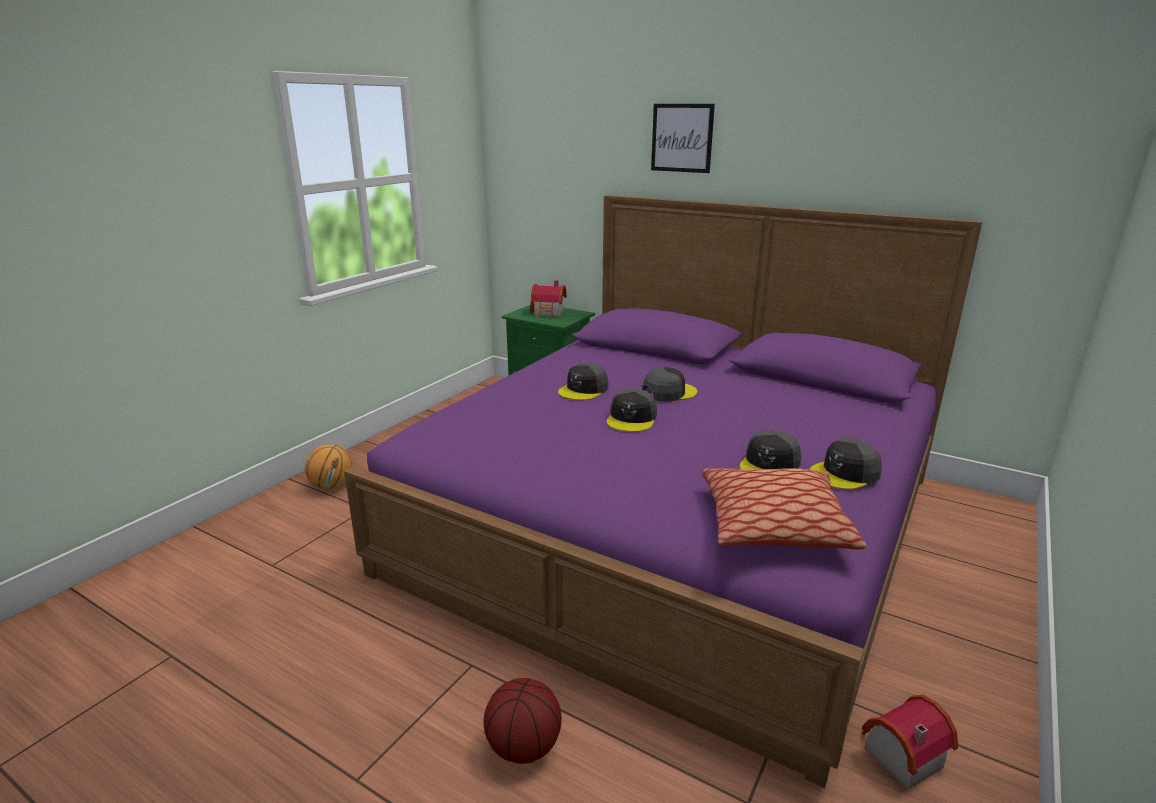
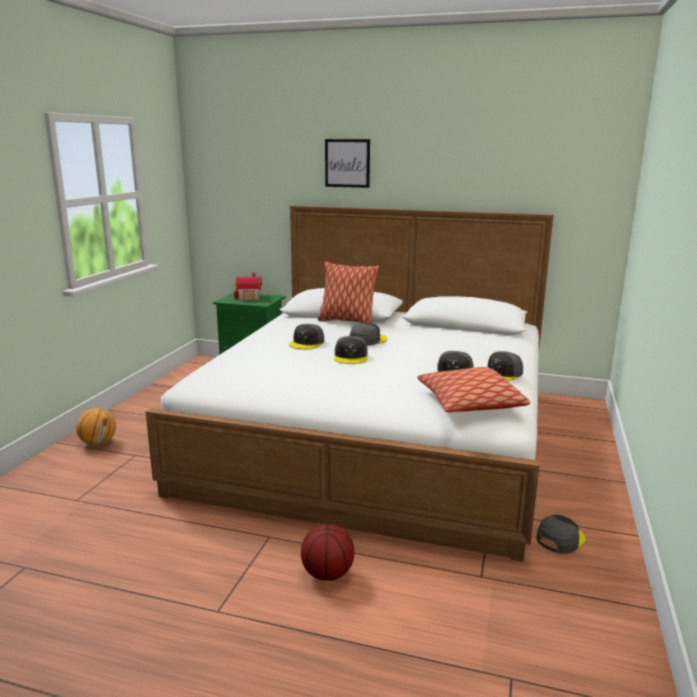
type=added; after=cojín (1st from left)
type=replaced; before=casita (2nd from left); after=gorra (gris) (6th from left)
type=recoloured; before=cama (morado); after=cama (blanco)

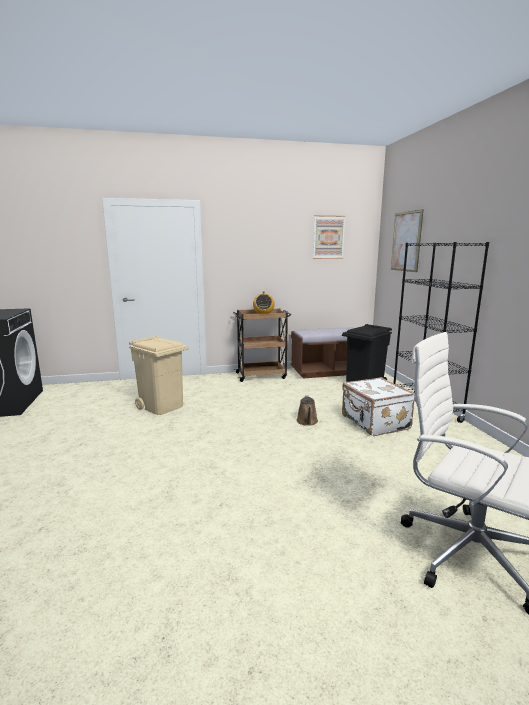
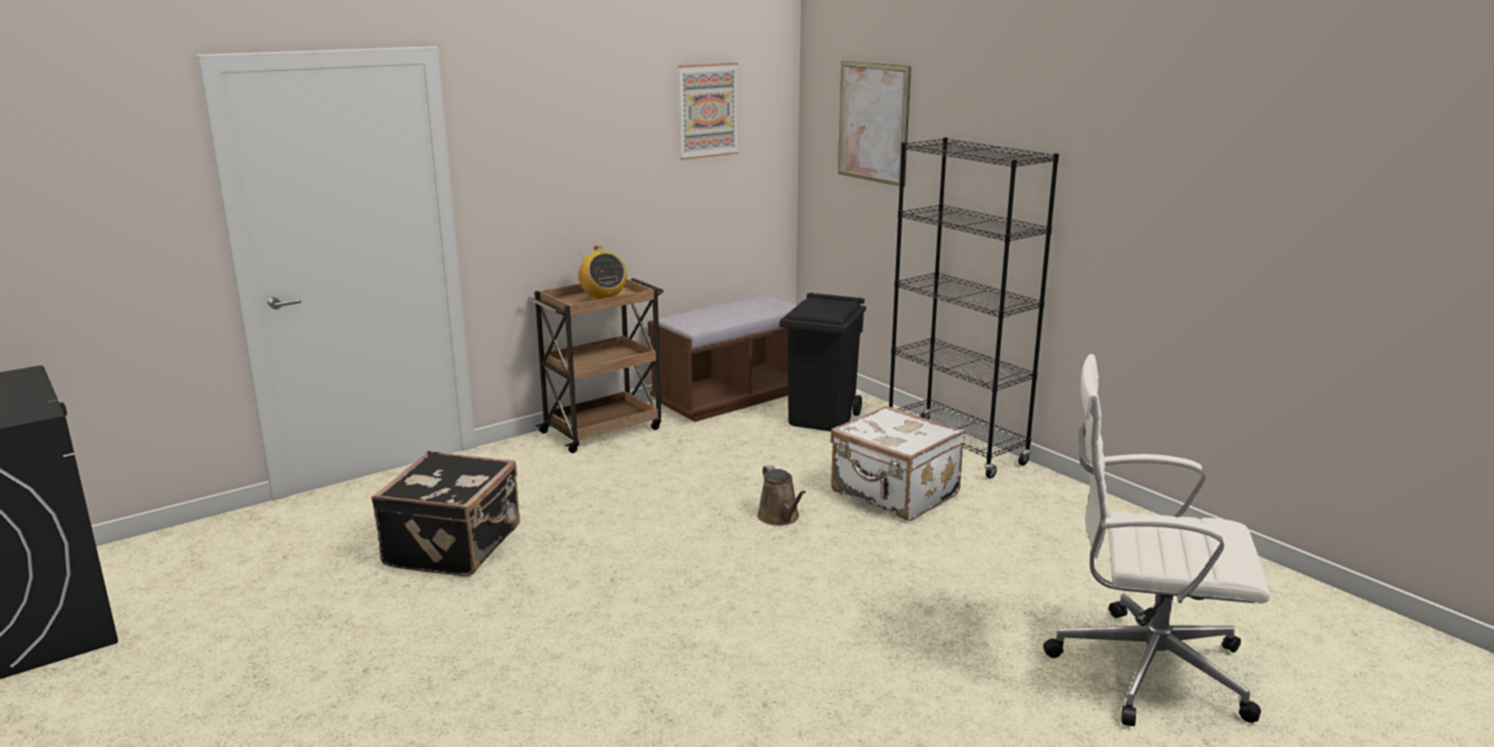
type=replaced; before=papelera (beis); after=maleta (negro)

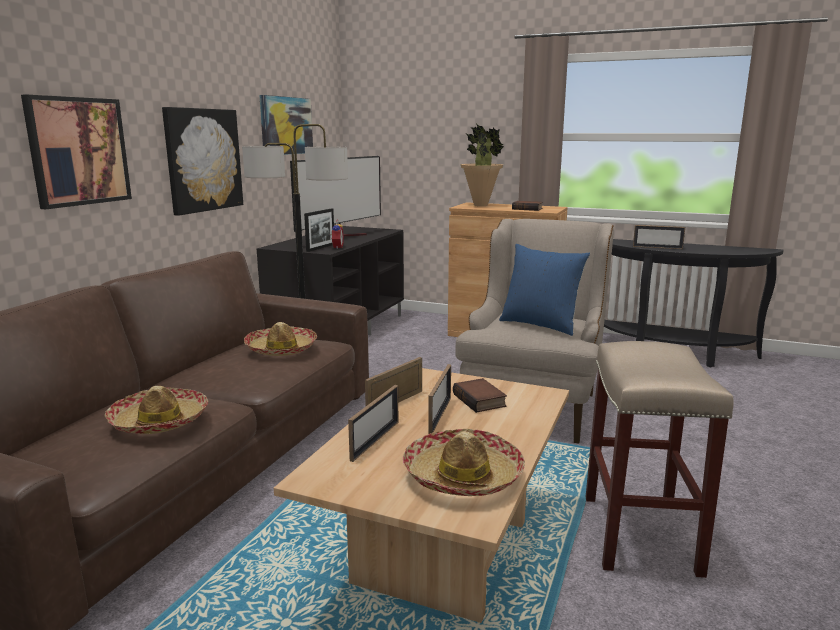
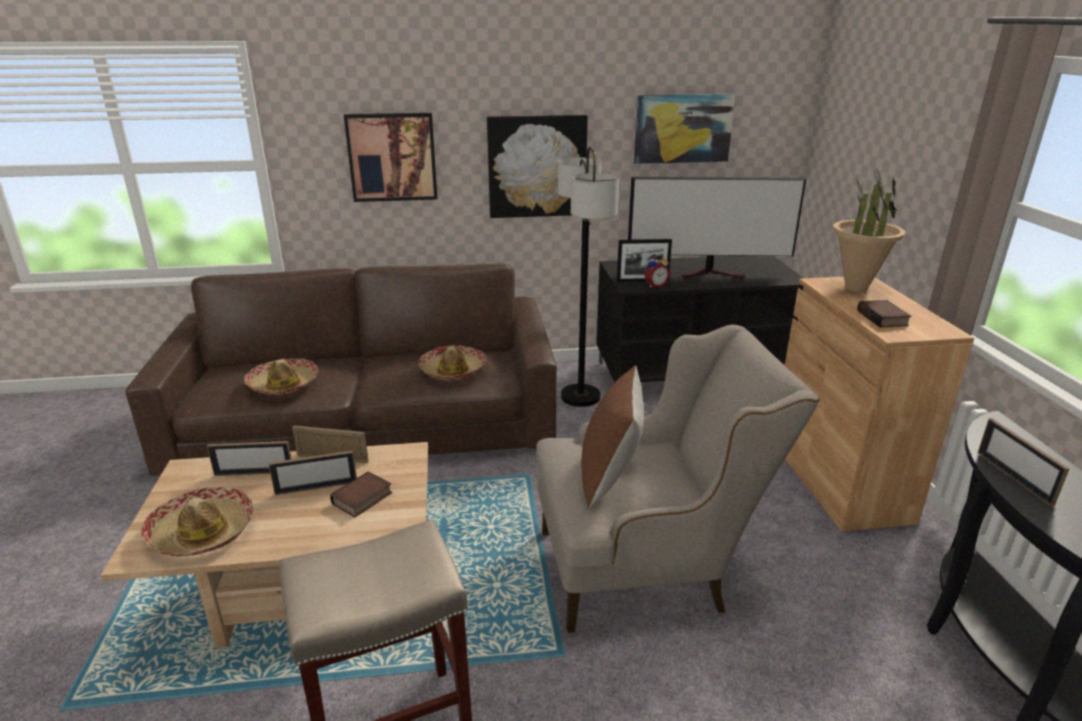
type=recoloured; before=cojín (azul); after=cojín (marrón)

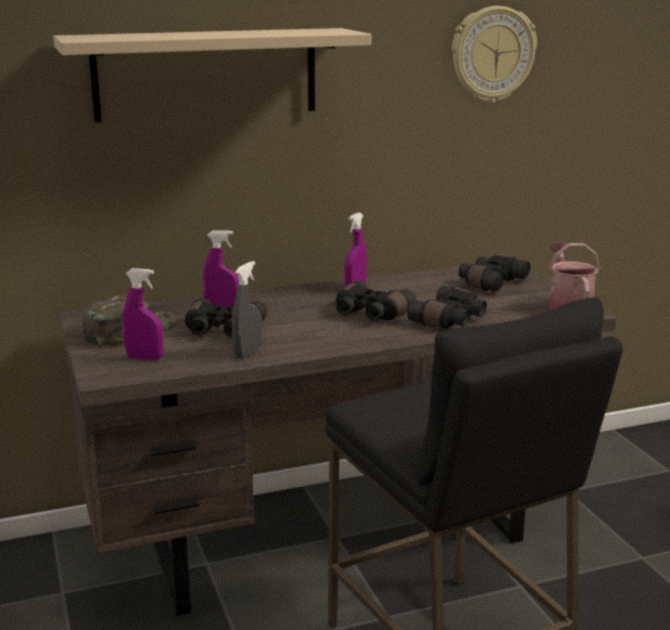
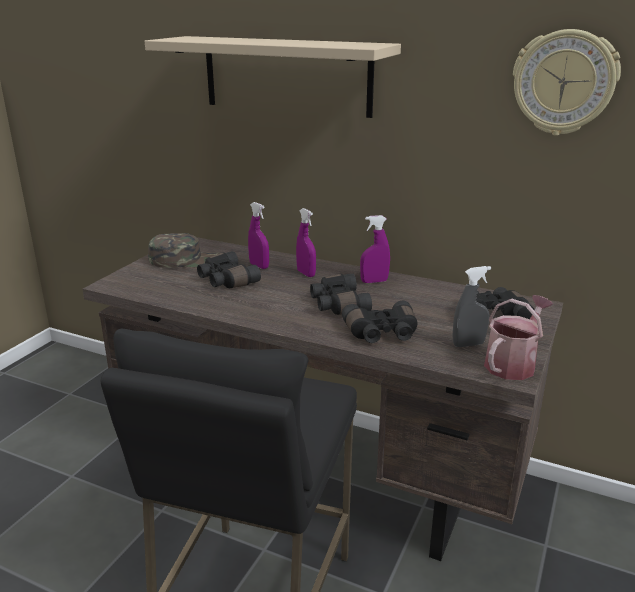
type=moved; before=pulverizador (morado) (1st from left in the first image); after=pulverizador (morado) (2nd from left)
type=moved; before=pulverizador (gris)

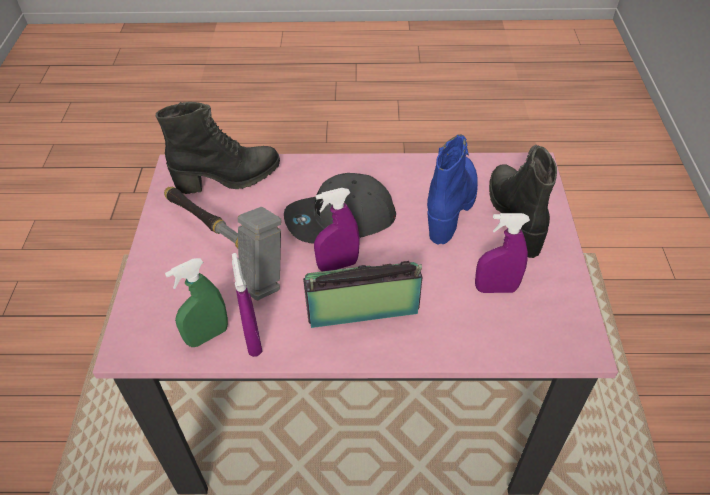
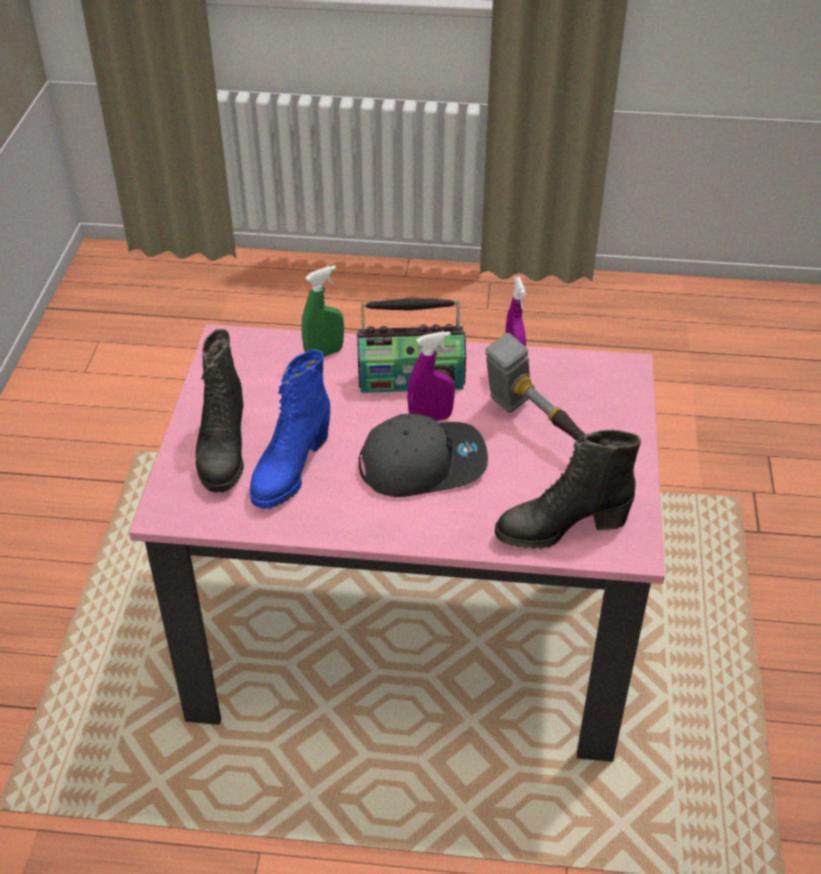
type=removed; before=pulverizador (morado) (3rd from left)
type=moved; before=pulverizador (verde)

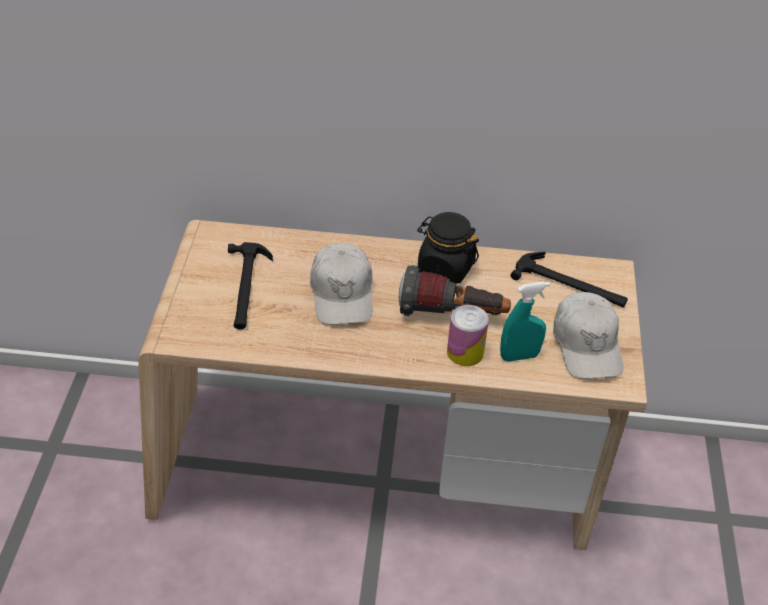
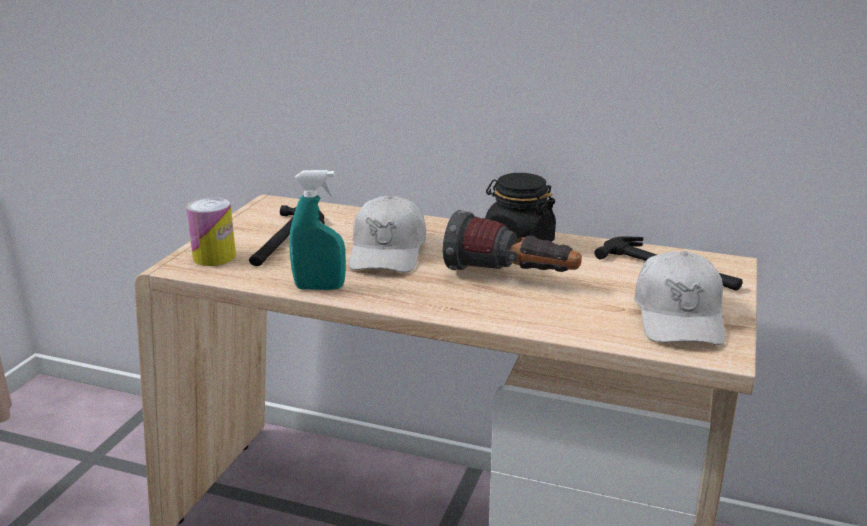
type=moved; before=lata
type=moved; before=pulverizador (turquesa)

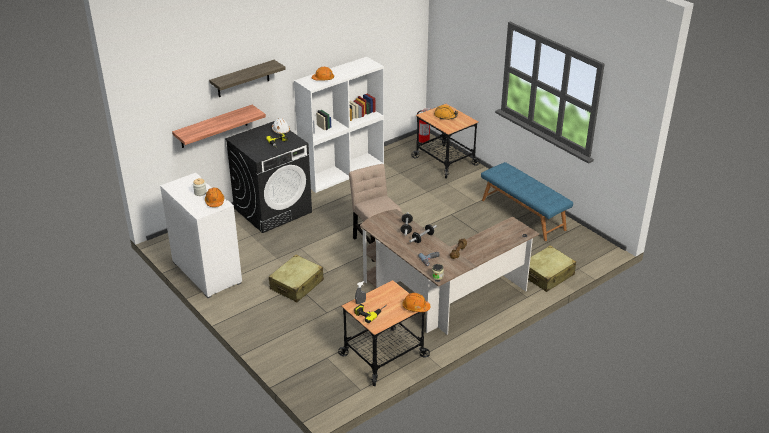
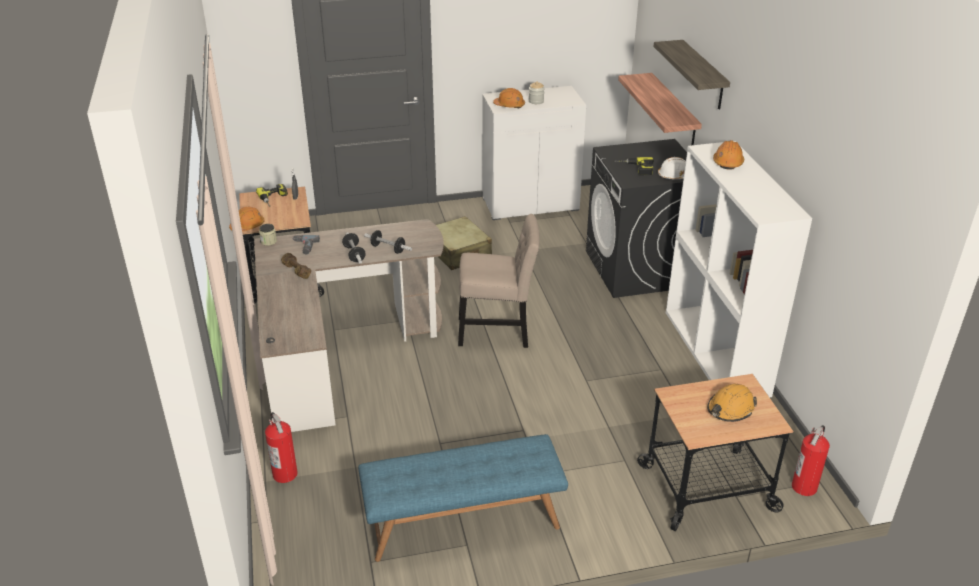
type=replaced; before=maleta (beis) (2nd from left); after=extintor (1st from left)

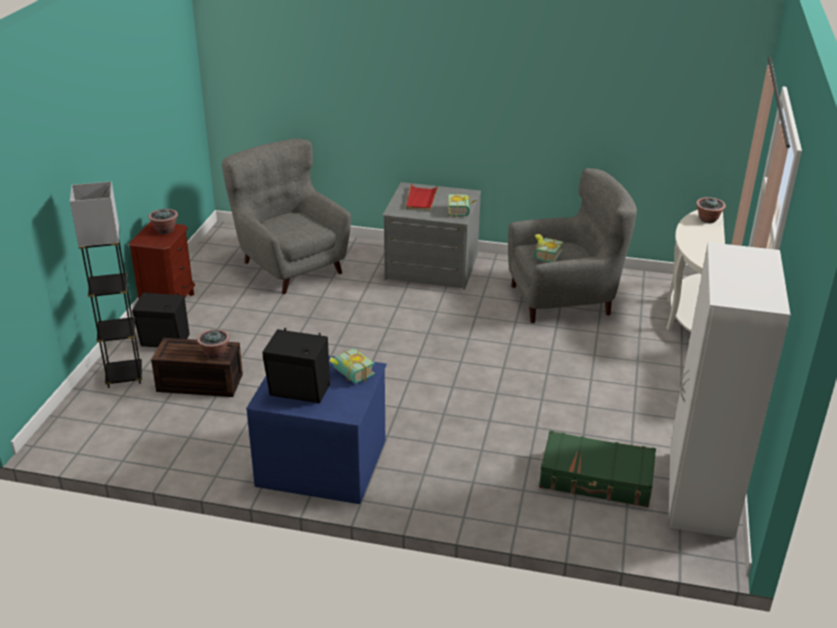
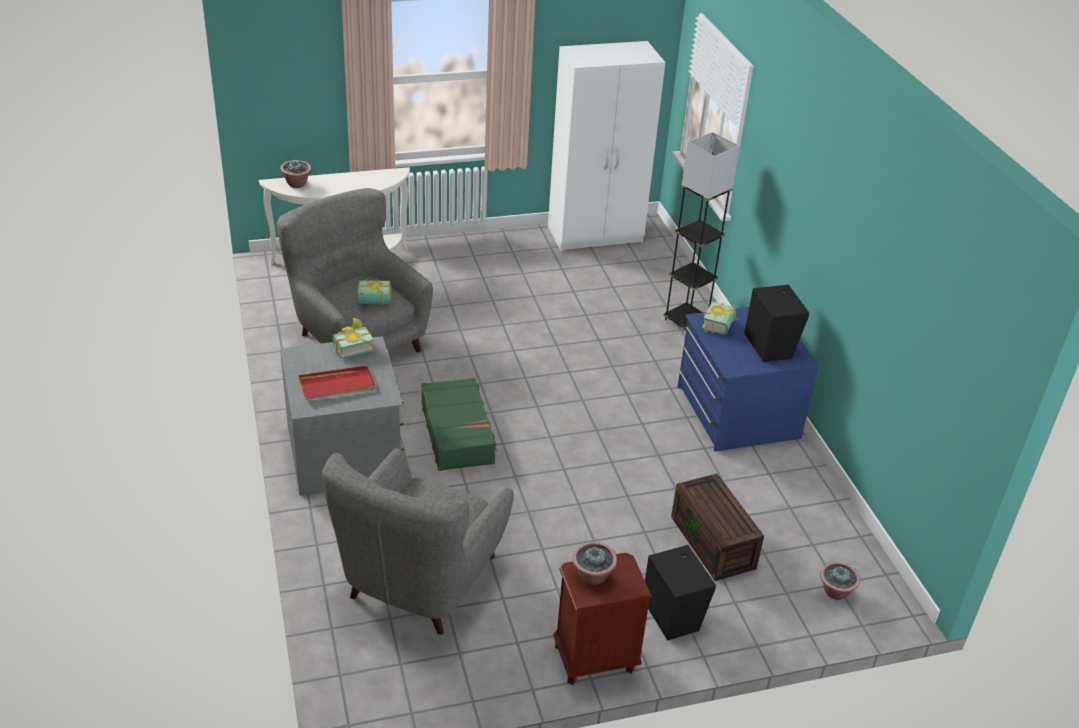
type=moved; before=lámpara de pie (gris)
type=moved; before=planta en maceta (2nd from left in the first image); after=planta en maceta (3rd from left)
type=moved; before=maleta (verde)

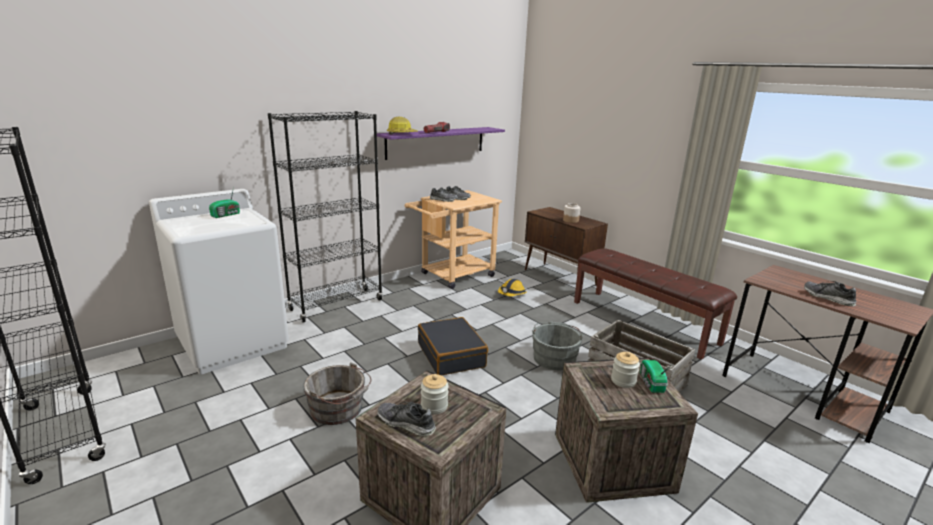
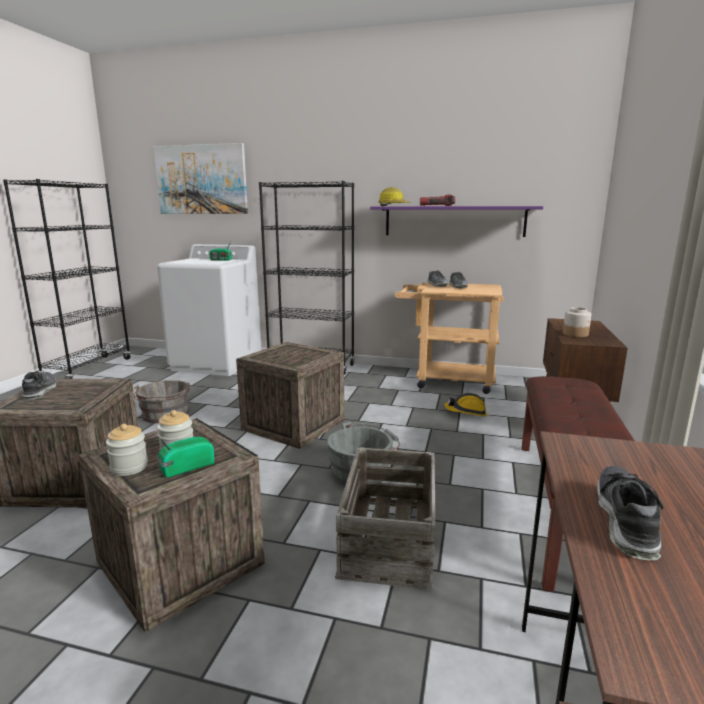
type=added; after=cuadro
type=moved; before=tarro (1st from left)
type=replaced; before=maleta (negro); after=caja de embalaje (3rd from left)

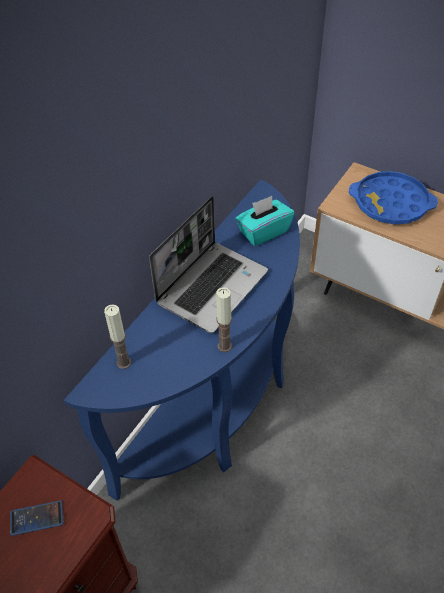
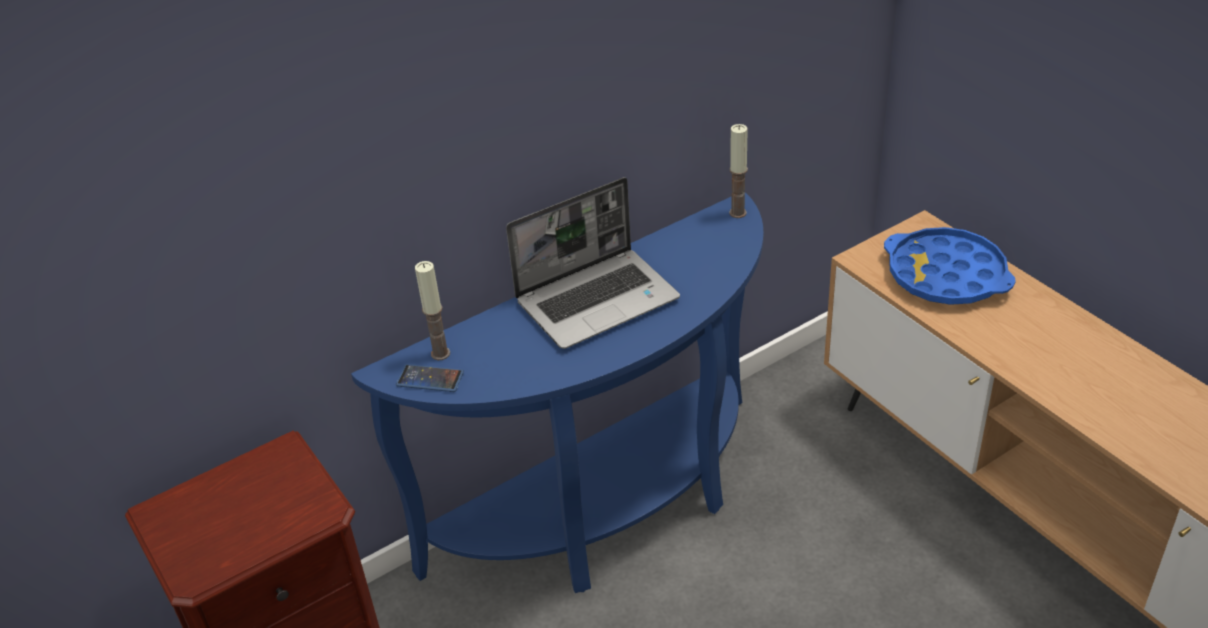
type=removed; before=caja de pañuelos (turquesa)
type=moved; before=móvil
type=moved; before=vela (2nd from left)

